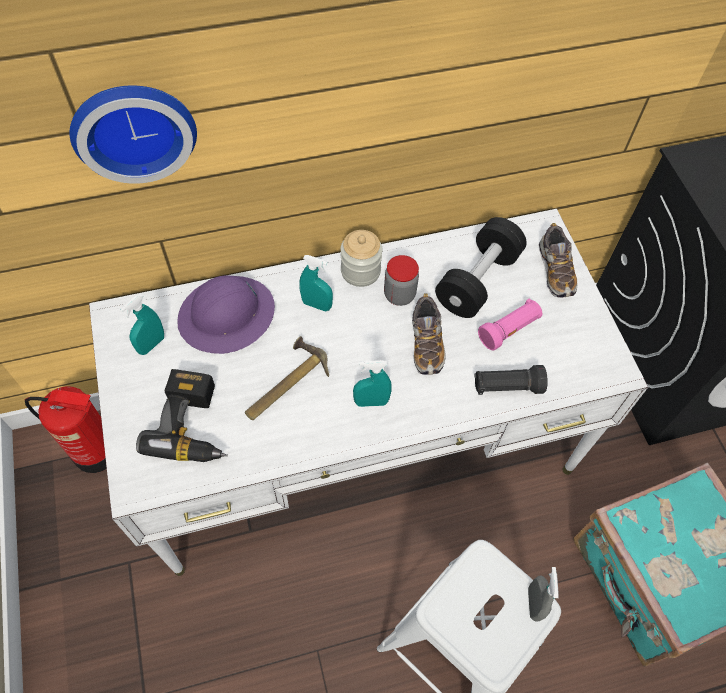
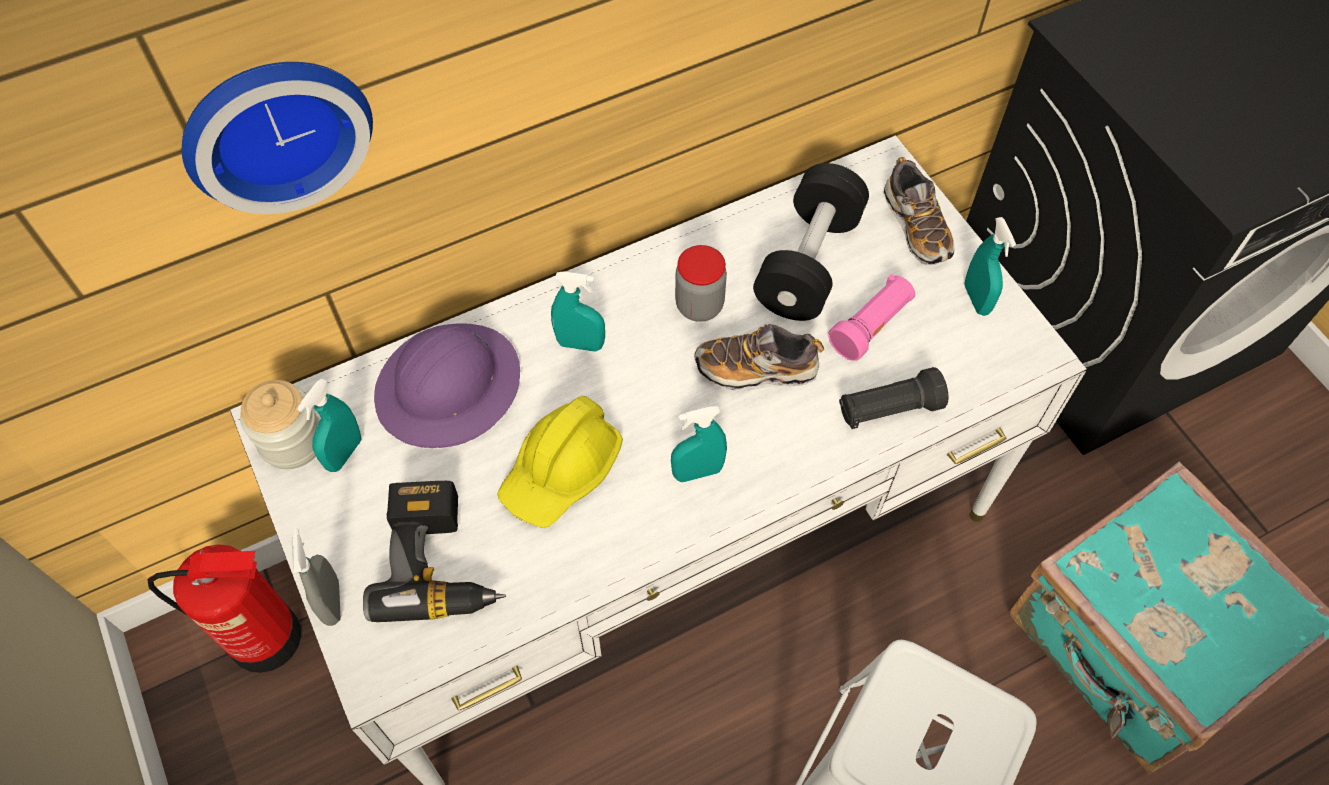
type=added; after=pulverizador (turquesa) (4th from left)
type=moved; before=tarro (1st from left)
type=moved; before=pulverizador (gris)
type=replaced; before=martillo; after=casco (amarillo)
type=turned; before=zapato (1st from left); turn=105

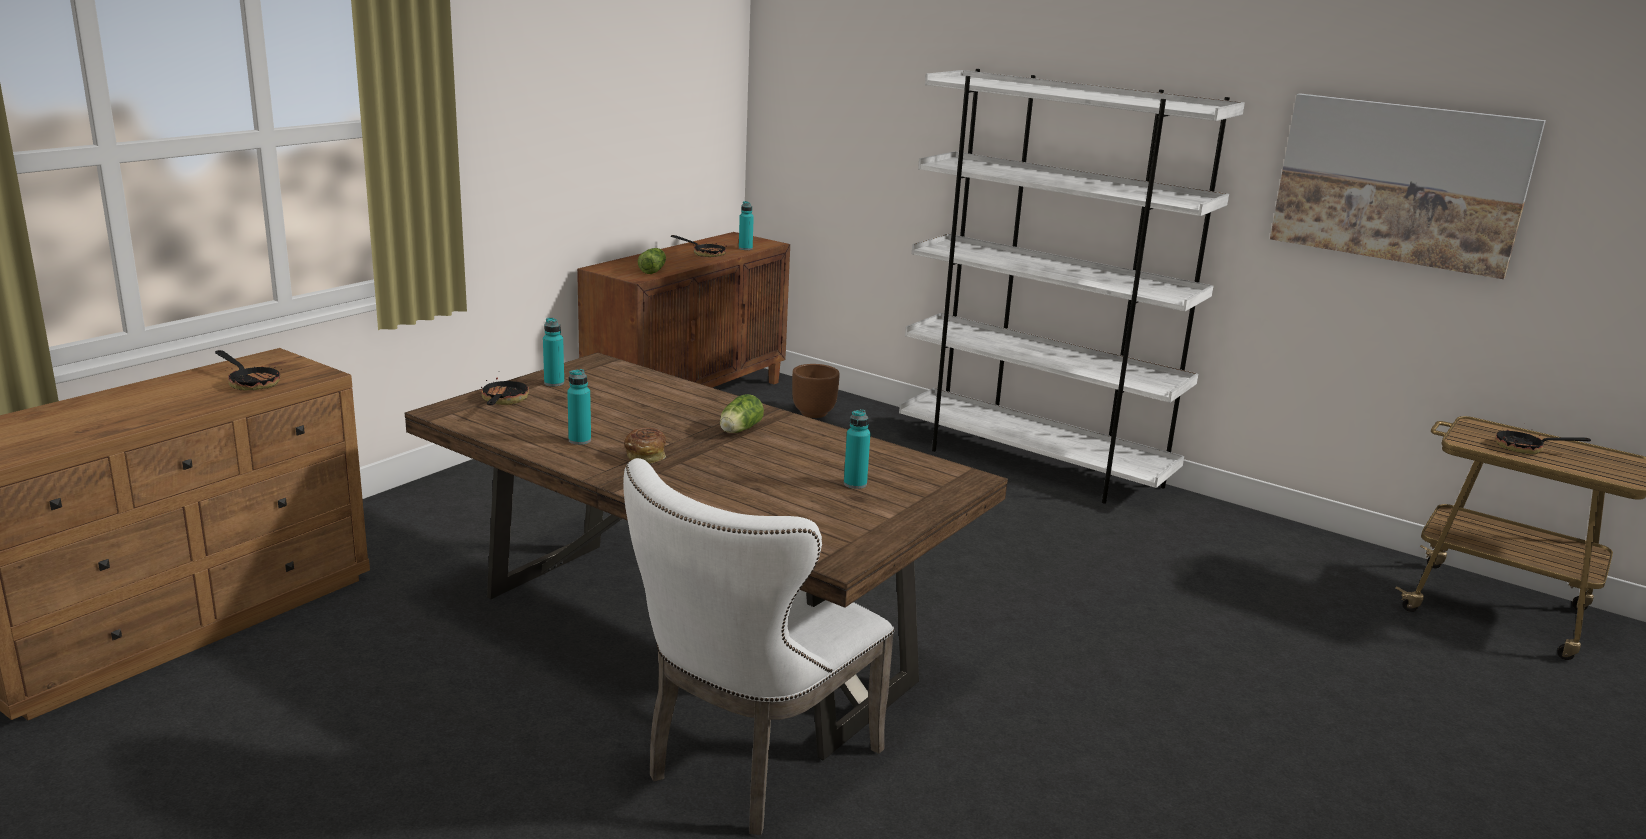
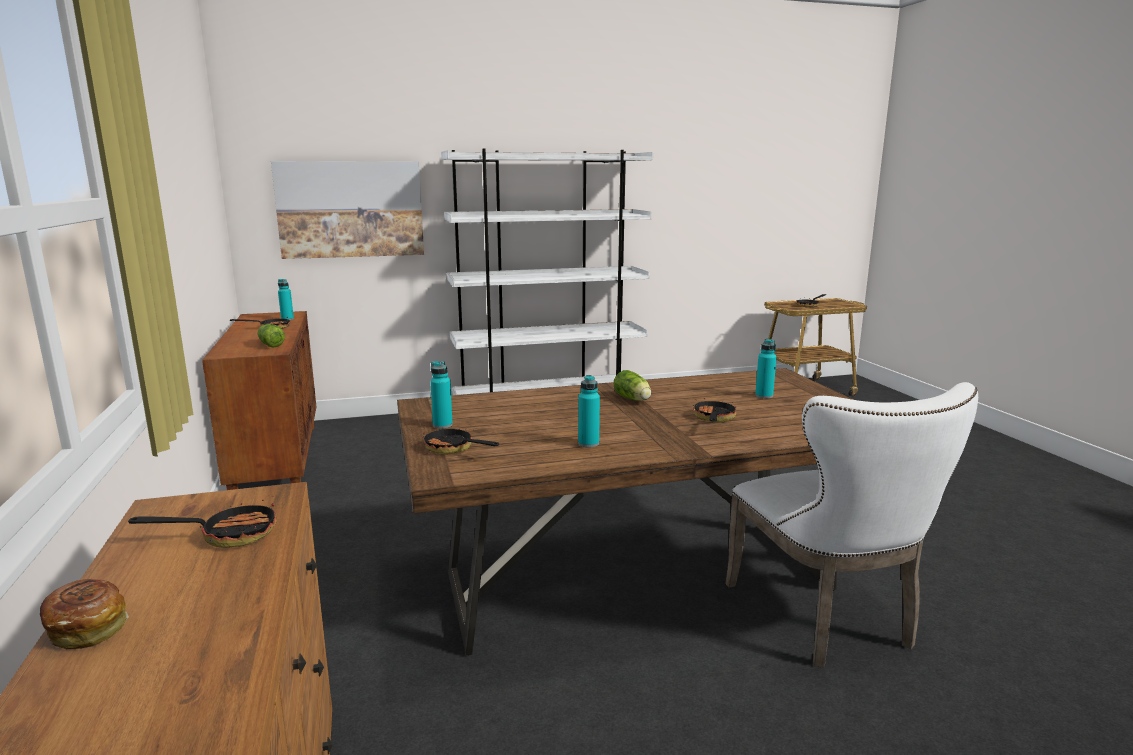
type=removed; before=maceta (marrón)
type=added; after=sartén (4th from left)
type=moved; before=pan
type=moved; before=cuadro

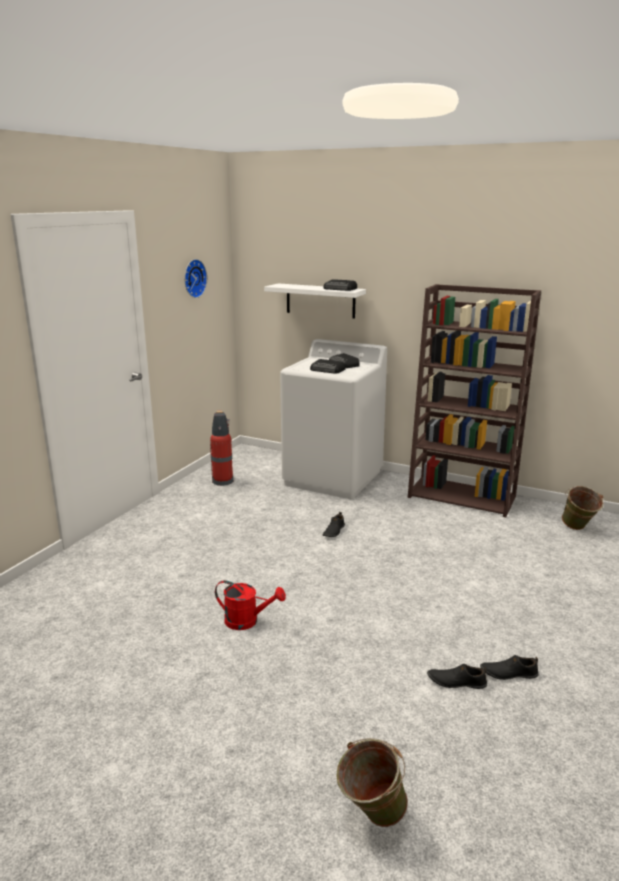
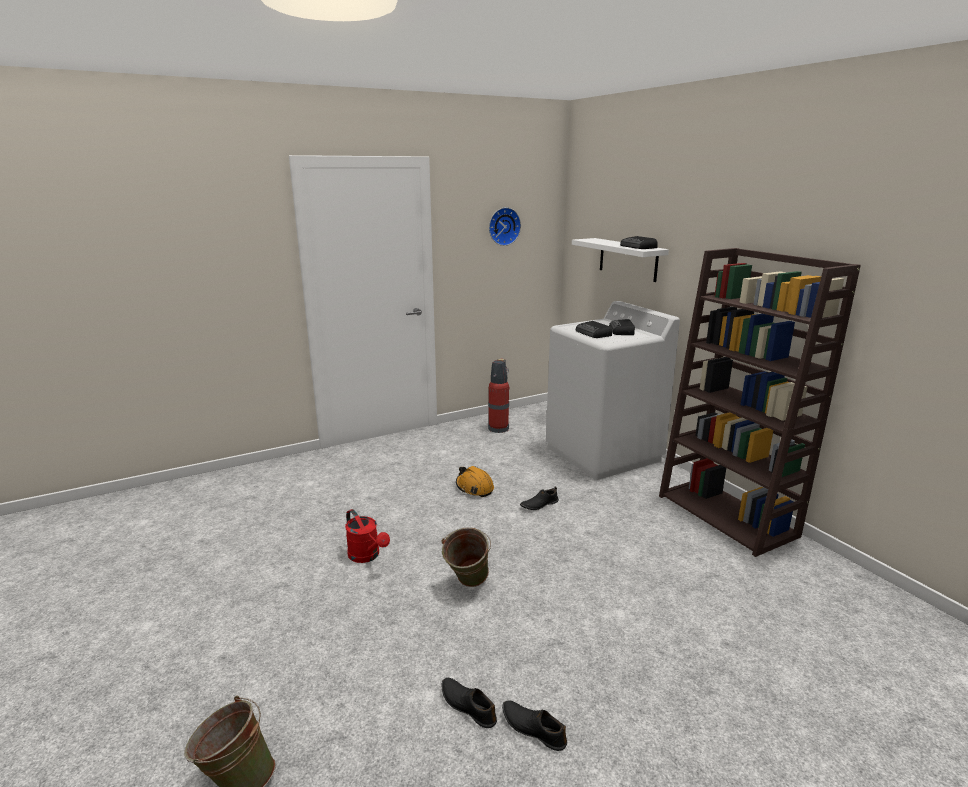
type=added; after=casco (naranja)
type=moved; before=cubo (verde) (2nd from left)

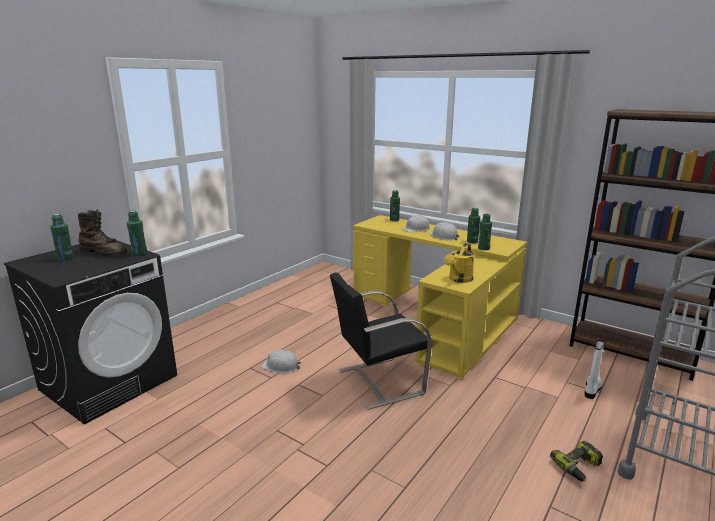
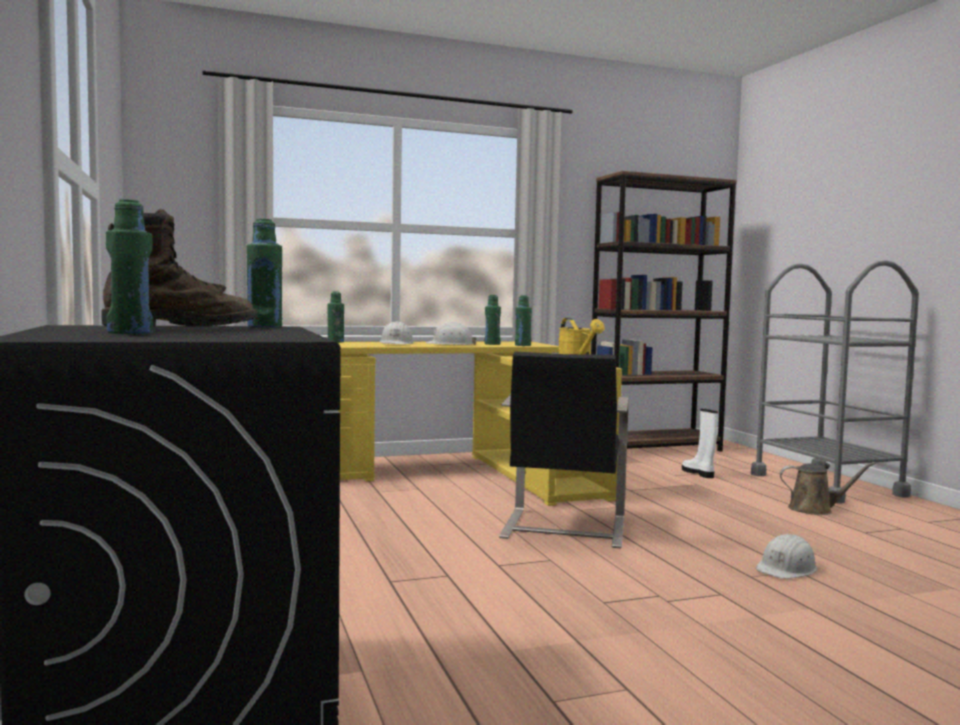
type=moved; before=casco (blanco) (1st from left in the first image); after=casco (blanco) (3rd from left)
type=replaced; before=taladro; after=regadera (marrón)

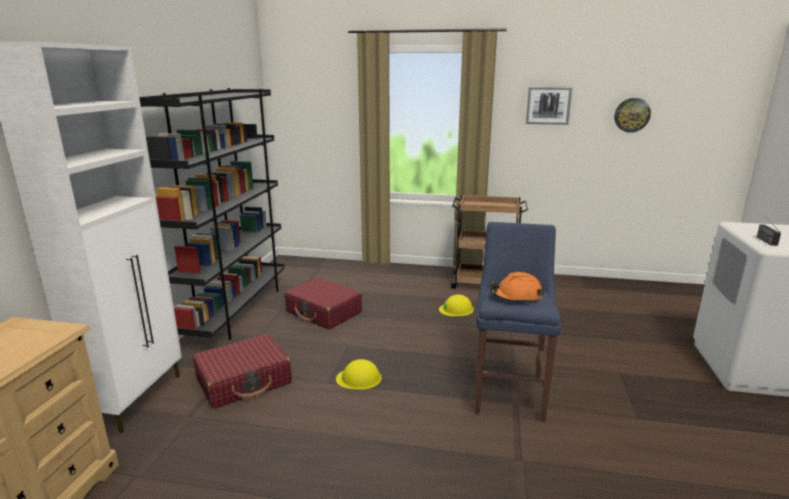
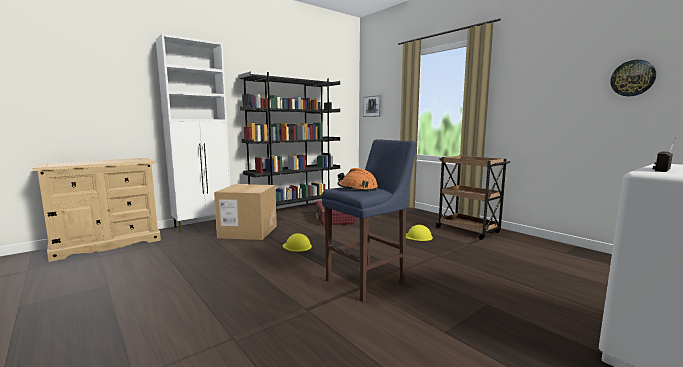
type=moved; before=cuadro
type=replaced; before=maleta (rojo) (1st from left); after=caja de cartón

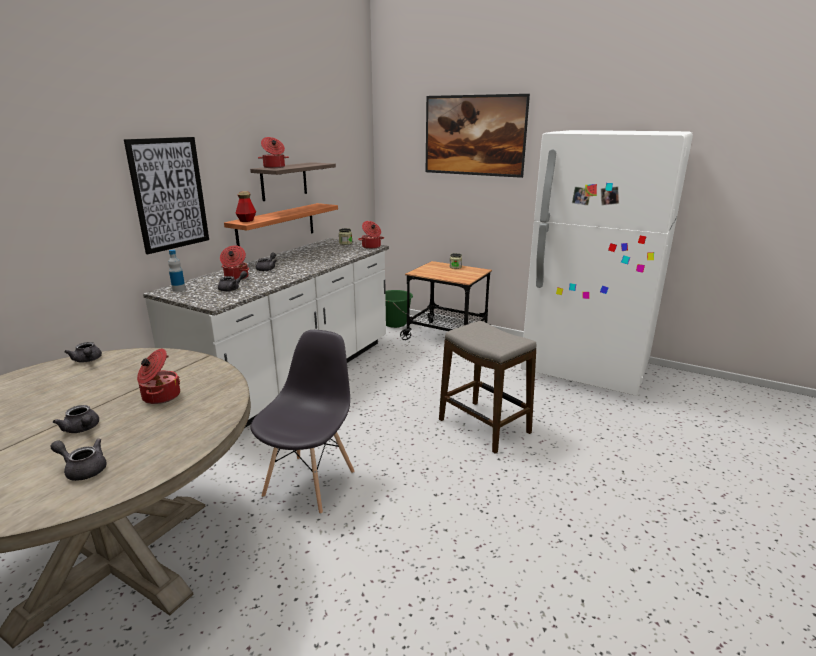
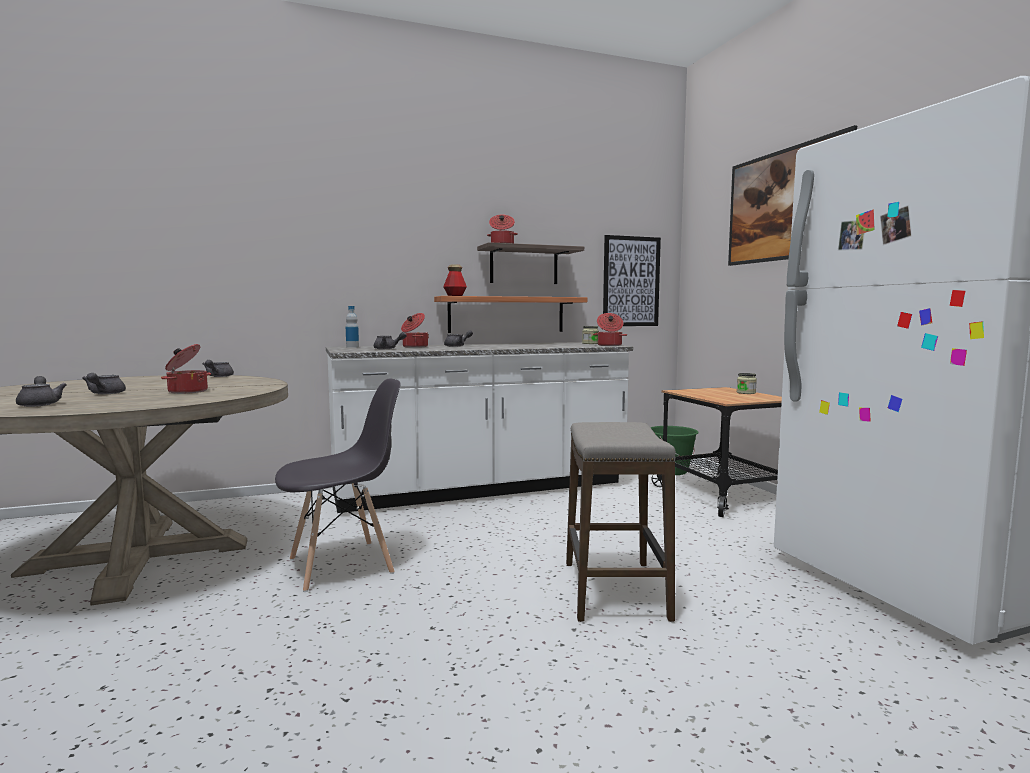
type=moved; before=cuadro (1st from left)

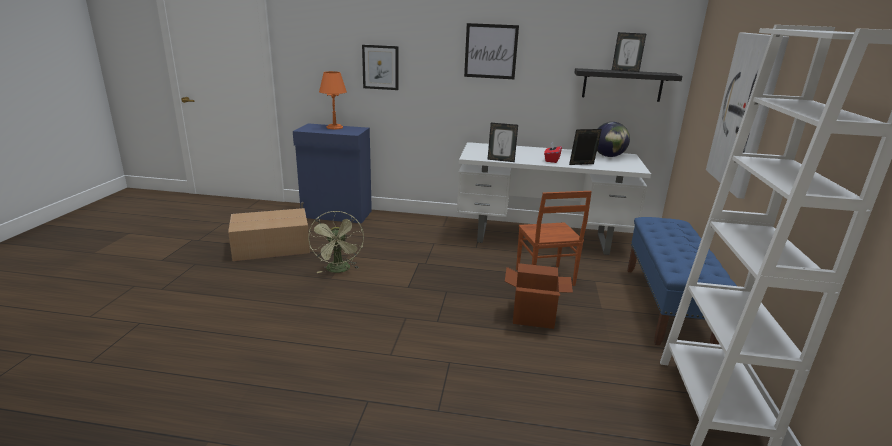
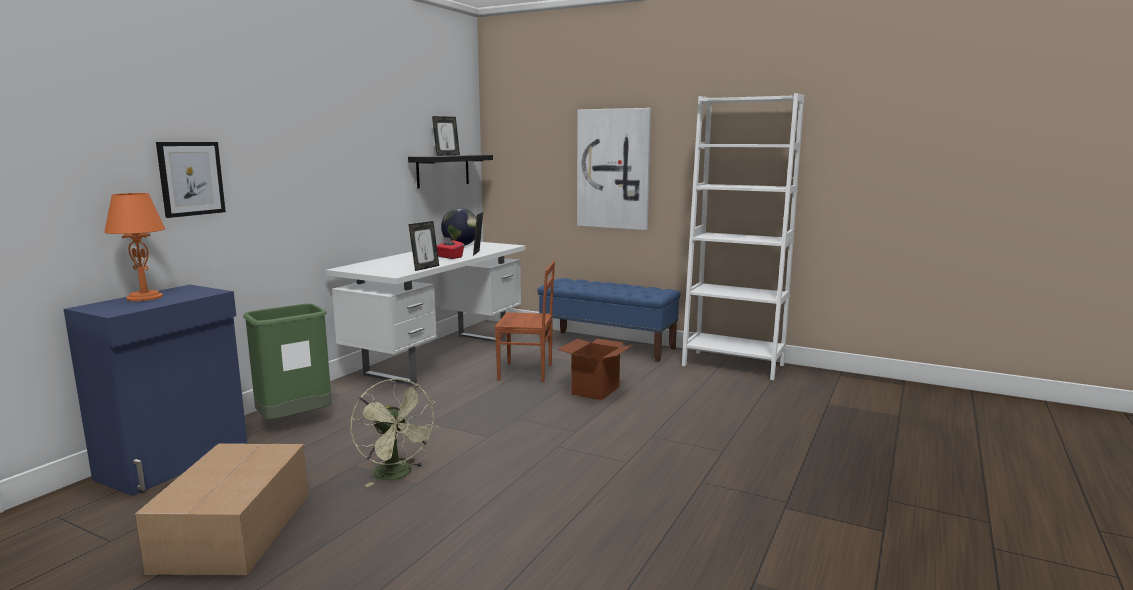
type=removed; before=cuadro (2nd from left)
type=added; after=papelera (verde)
type=turned; before=ventilador (verde); turn=45

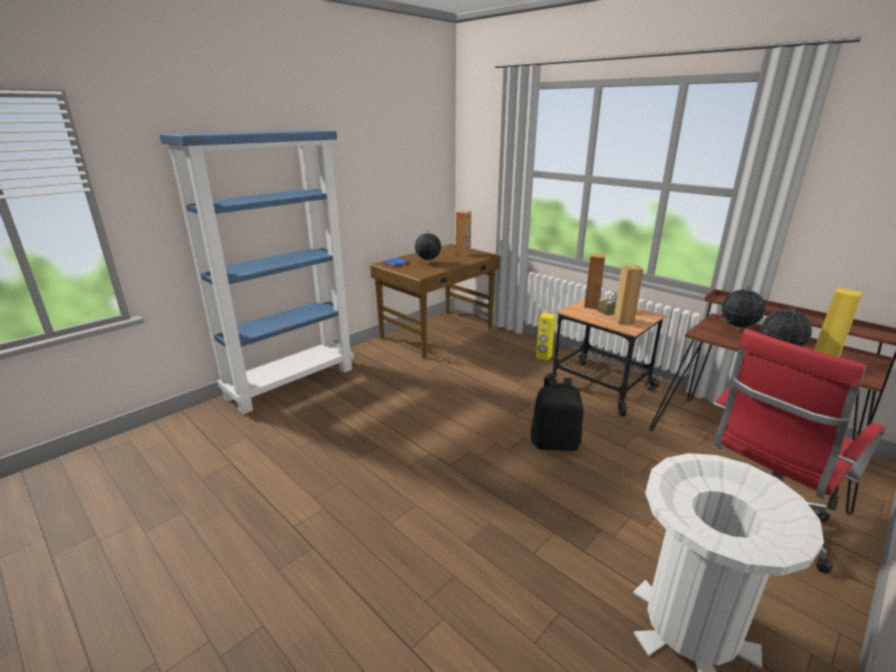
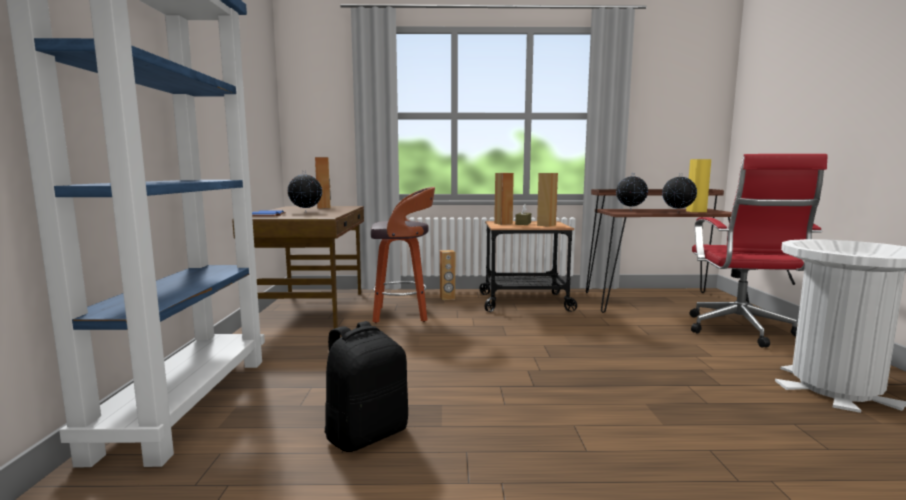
type=added; after=taburete
type=moved; before=mochila (negro)
type=recoloured; before=altavoz (amarillo) (1st from left); after=altavoz (marrón) (2nd from left)

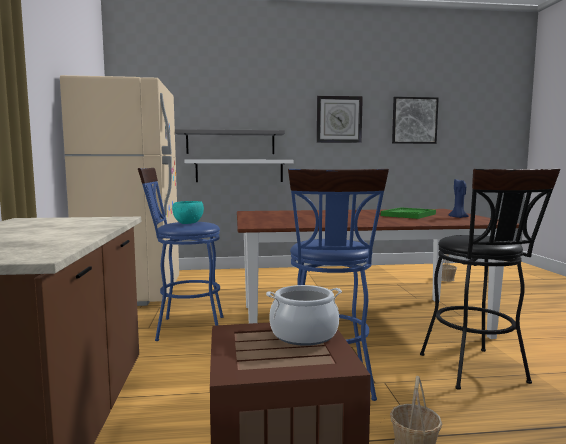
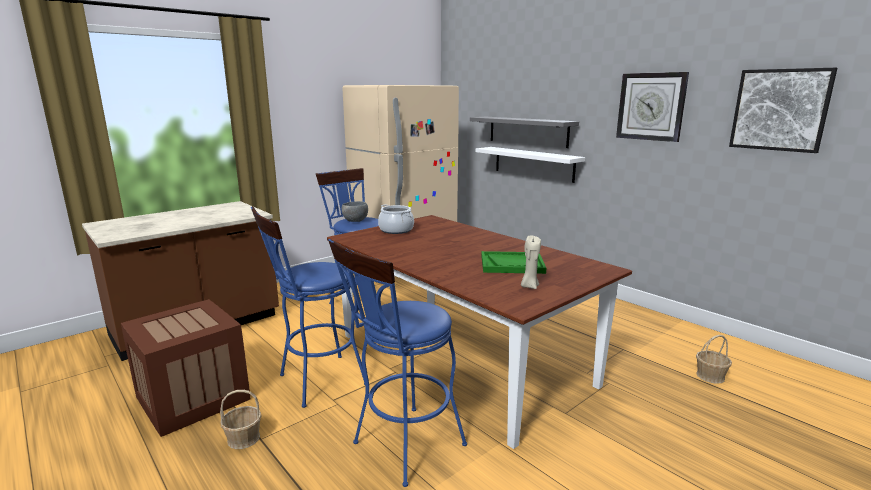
type=moved; before=olla
type=recoloured; before=cuenco (turquesa); after=cuenco (gris)
type=recoloured; before=taburete (negro); after=taburete (azul) (3rd from left)
type=recoloured; before=vela (azul); after=vela (beis)

